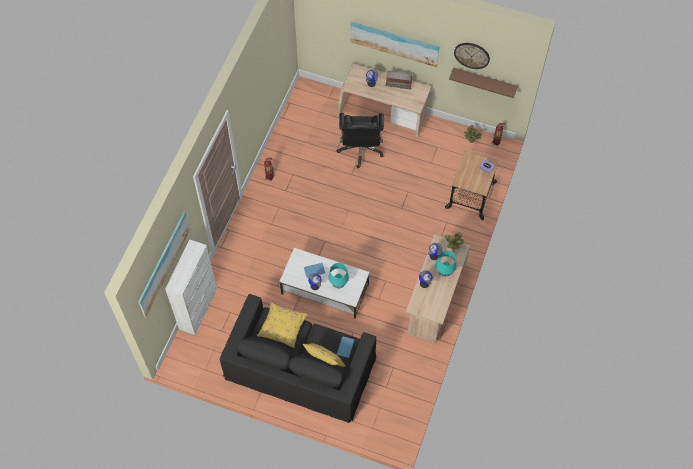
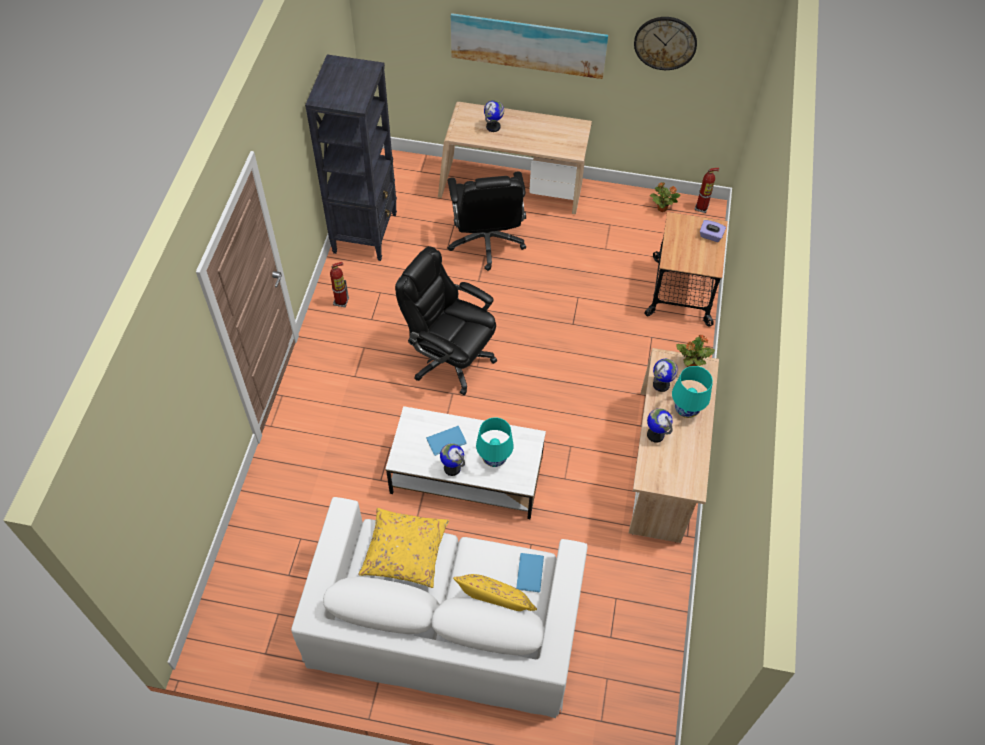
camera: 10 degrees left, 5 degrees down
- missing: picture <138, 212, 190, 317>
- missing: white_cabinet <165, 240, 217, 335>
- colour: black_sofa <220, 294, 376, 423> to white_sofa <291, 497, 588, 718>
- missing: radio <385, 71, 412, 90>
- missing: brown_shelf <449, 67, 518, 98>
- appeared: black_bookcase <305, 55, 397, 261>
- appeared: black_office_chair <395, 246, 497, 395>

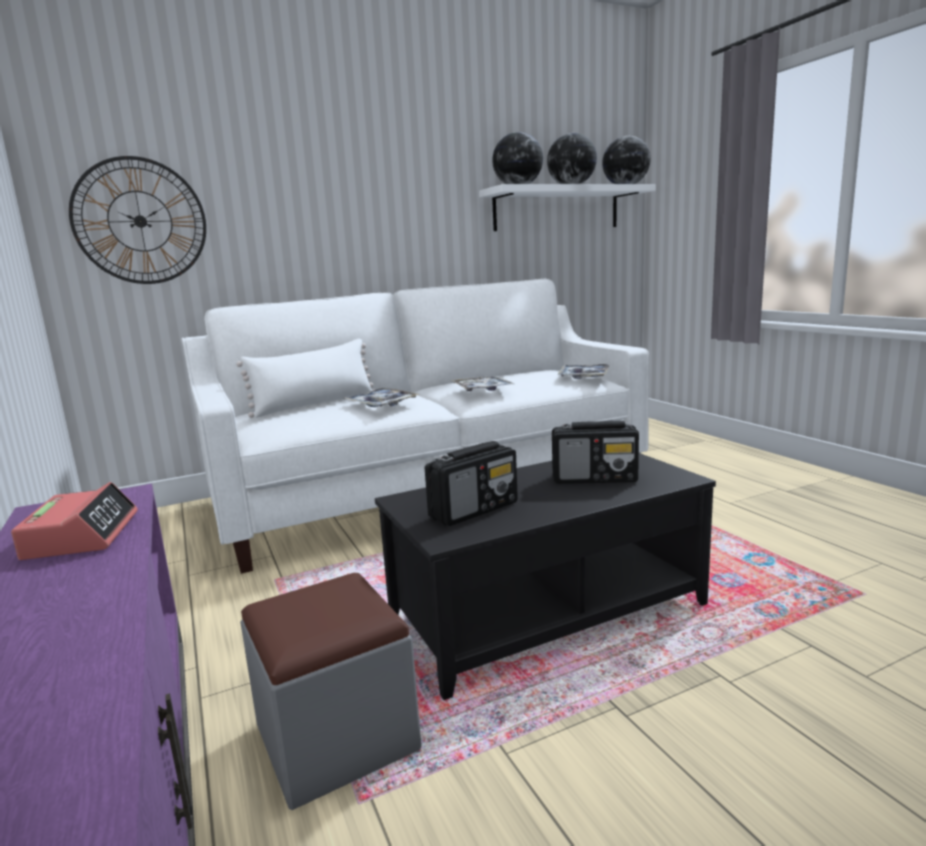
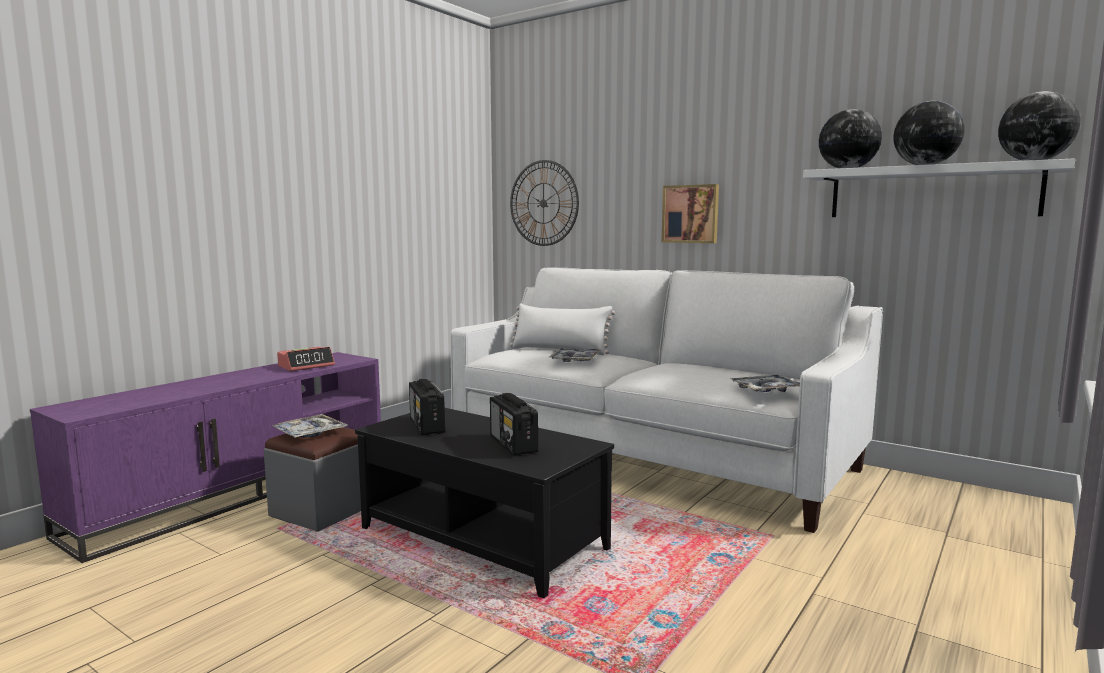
camera: 60 degrees right, 5 degrees down
- spun: radio <425, 441, 518, 526> = <409, 379, 445, 435> 45 degrees clockwise
- relocated: tray <451, 376, 515, 391> to <272, 414, 348, 438>
- appeared: picture <662, 184, 719, 243>

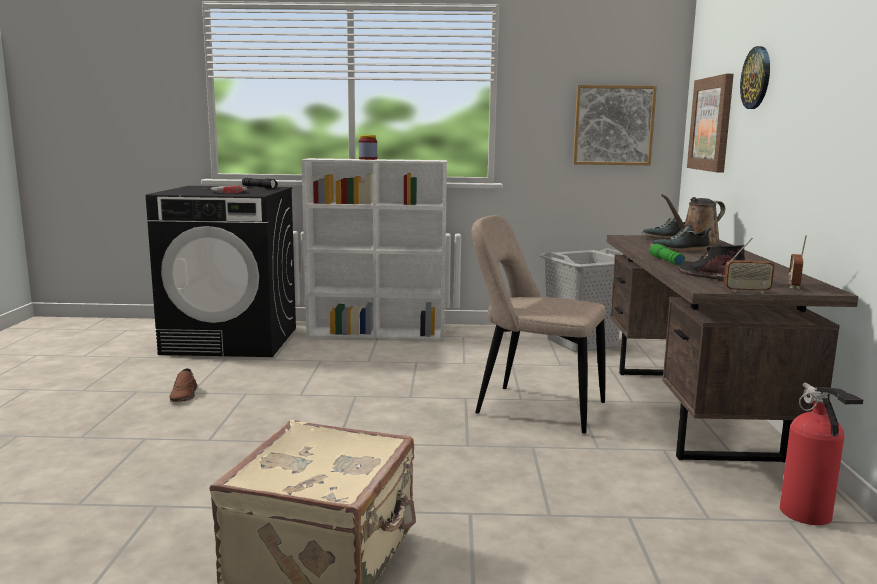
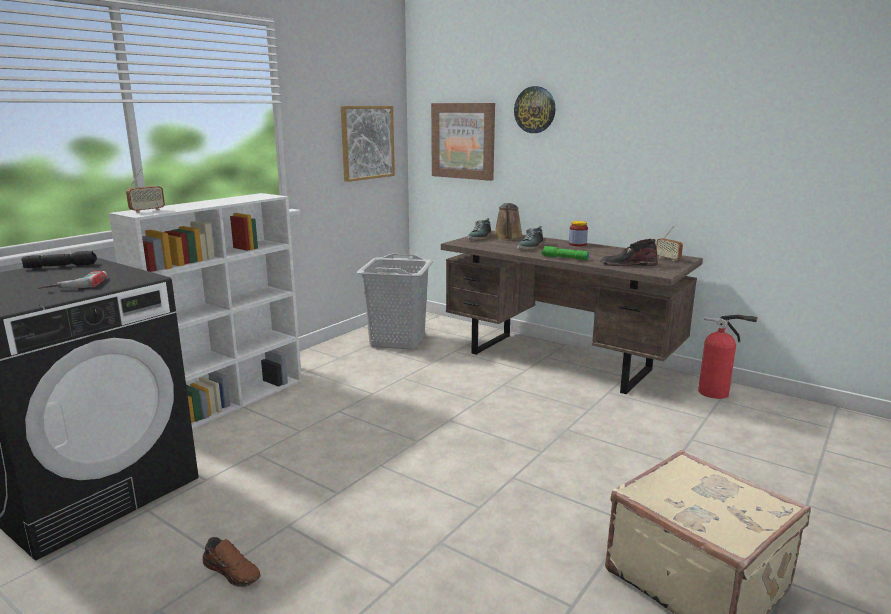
camera: 55 degrees left, 5 degrees up
- relocated: jar <359, 135, 377, 160> to <569, 221, 588, 246>
- missing: beige_chair <472, 215, 606, 434>
- relocated: radio <724, 238, 775, 293> to <126, 169, 165, 213>

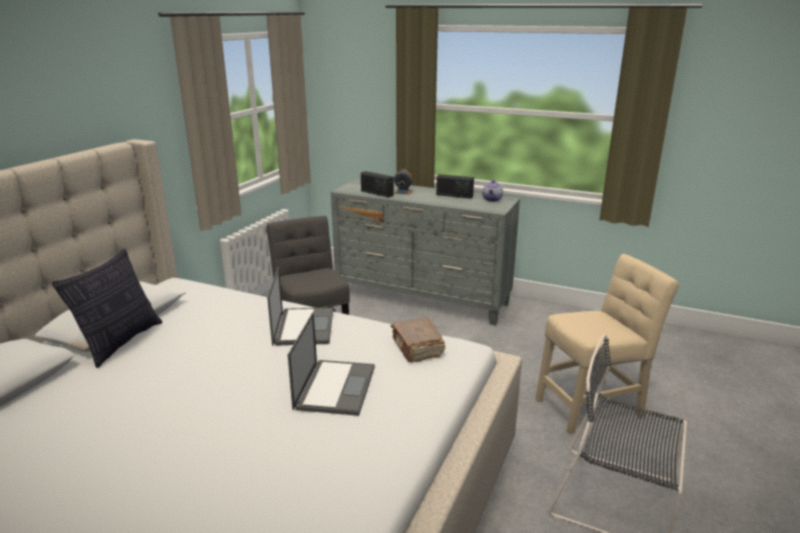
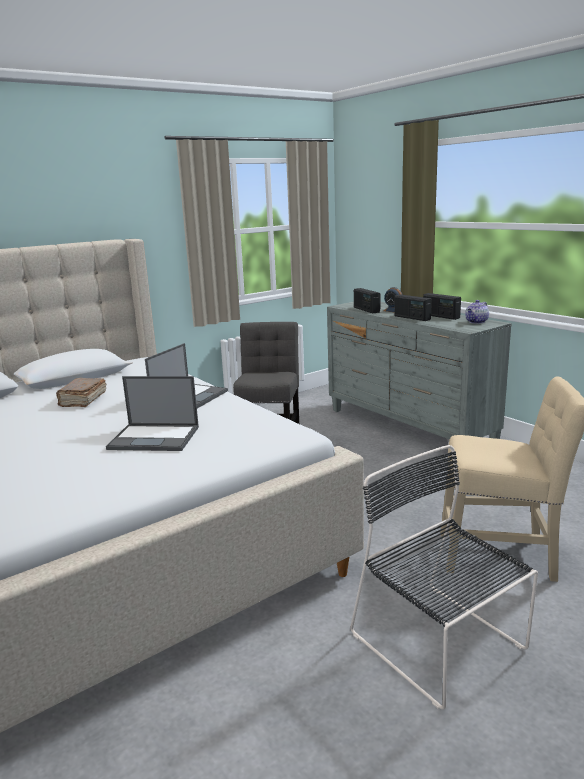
camera: 30 degrees right, 5 degrees down
- missing: pillow <52, 248, 162, 368>
- spun: laptop <288, 312, 375, 416> = <106, 376, 199, 451> 60 degrees clockwise
- relocated: brown_book <391, 318, 445, 363> to <56, 378, 106, 407>
- appeared: radio <395, 295, 432, 321>

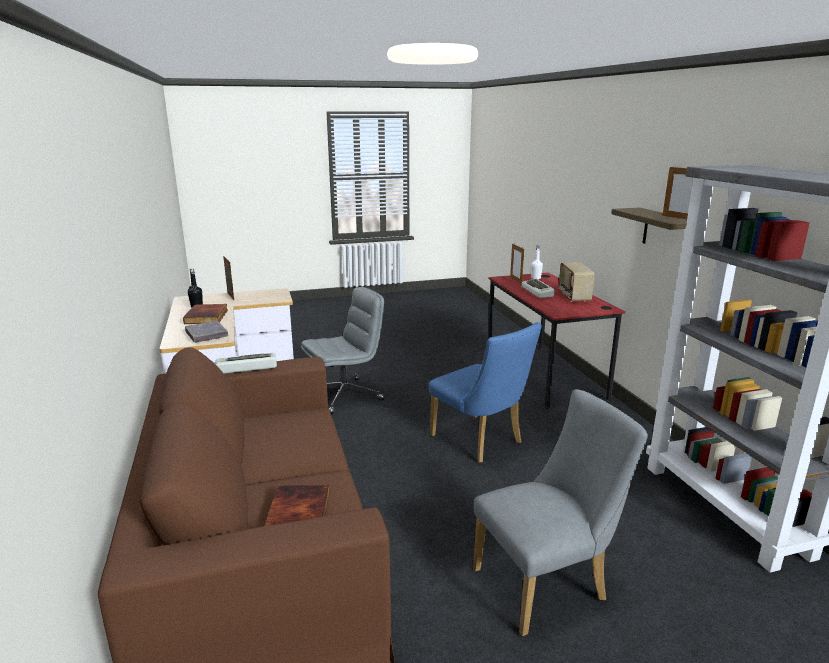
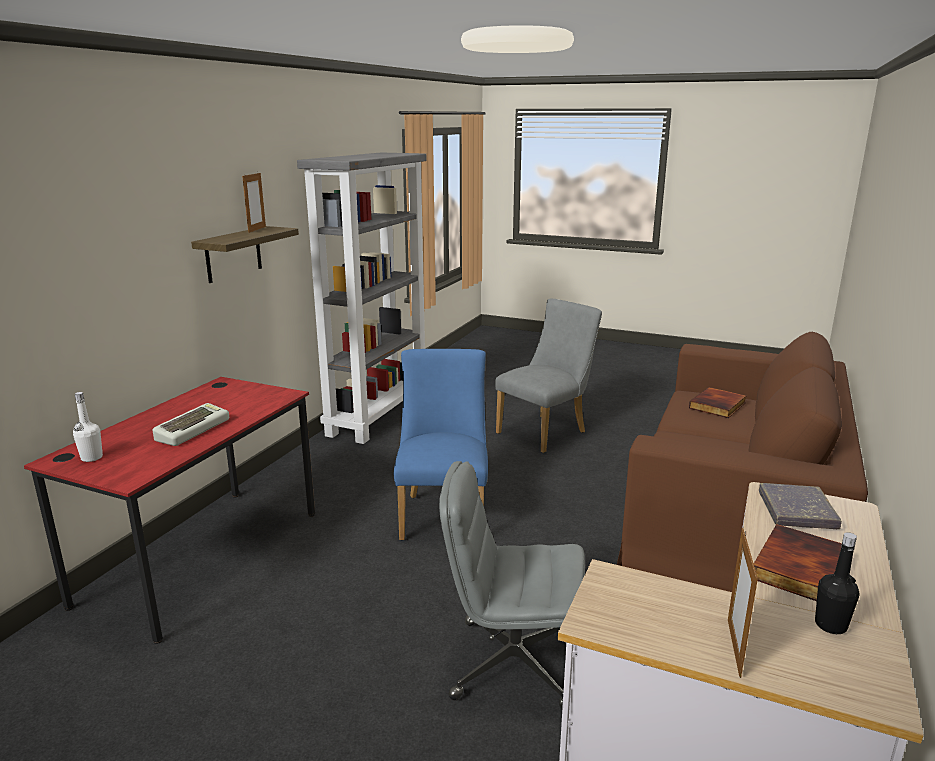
camera: 140 degrees left, 0 degrees up
- missing: keyboard <215, 353, 277, 374>
- spun: grey_chair <473, 389, 648, 636> = <495, 299, 602, 453> 120 degrees clockwise
- missing: picture_frame <510, 244, 524, 284>
- missing: radio <559, 262, 595, 302>

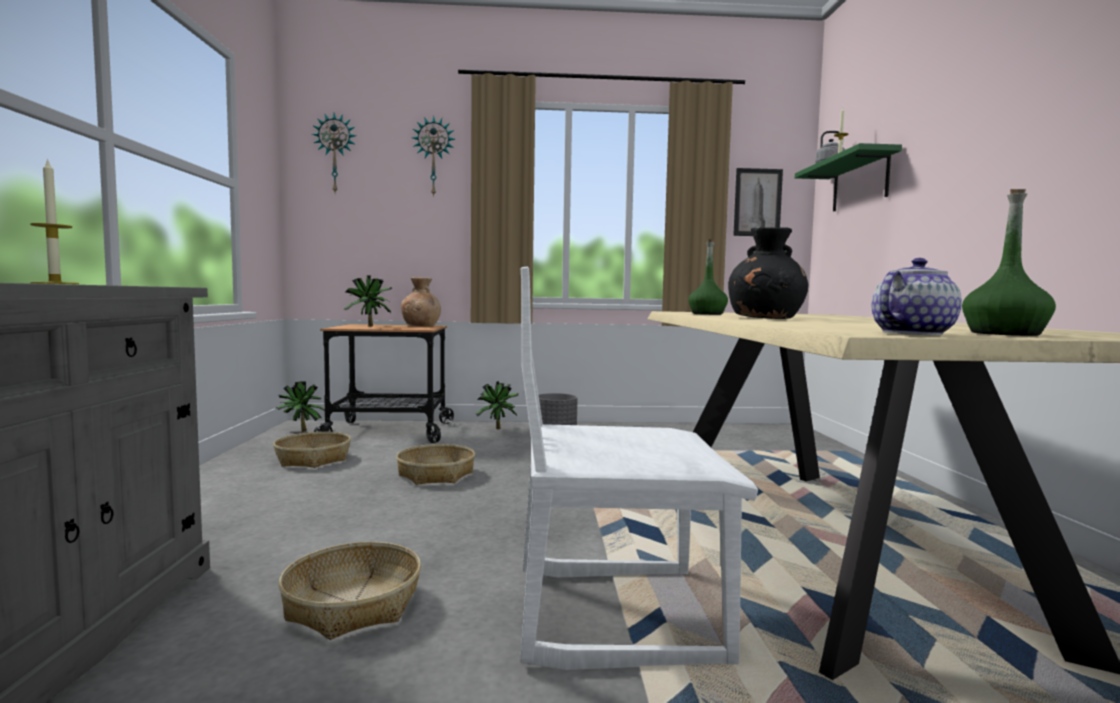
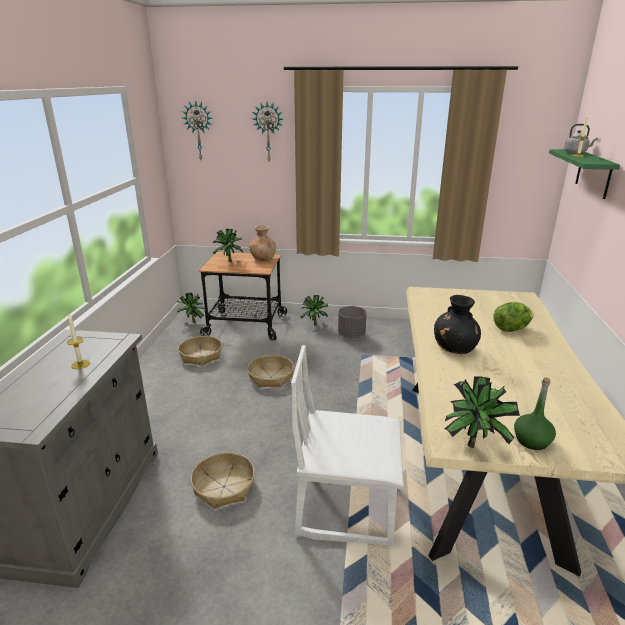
camera: 10 degrees right, 20 degrees up
- missing: green_bottle <688, 239, 728, 315>
- missing: picture <733, 168, 783, 236>
- exchanged: teapot <872, 258, 962, 335> to potted_plant <444, 376, 520, 448>
- appeared: lettuce <493, 302, 533, 332>

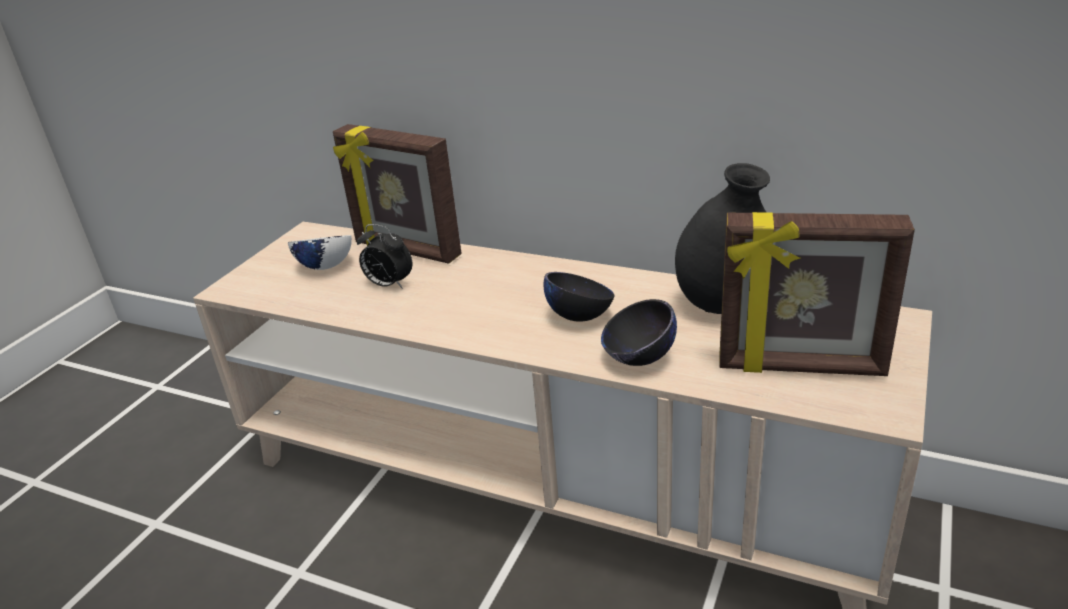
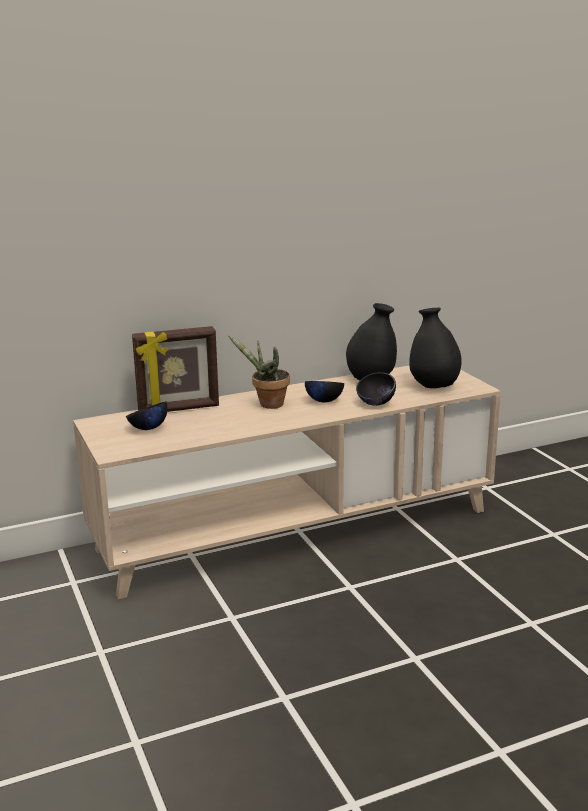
camera: 50 degrees left, 10 degrees down
- colour: white_bowl <288, 235, 352, 270> to black_bowl <126, 402, 168, 430>
- missing: alarm_clock <357, 224, 412, 289>
- exchanged: picture_frame <720, 212, 915, 376> to black_vase <409, 307, 462, 388>
- appeared: potted_plant <228, 335, 290, 409>

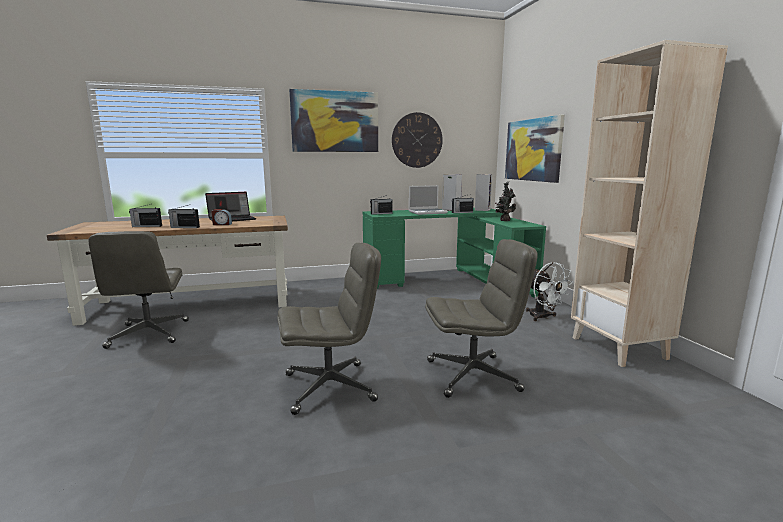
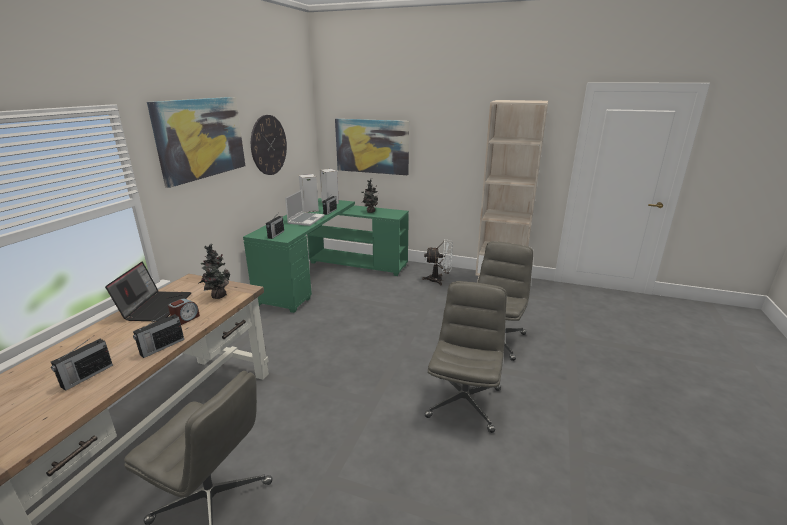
camera: 55 degrees left, 10 degrees up
- appeared: potted_plant <199, 243, 230, 299>

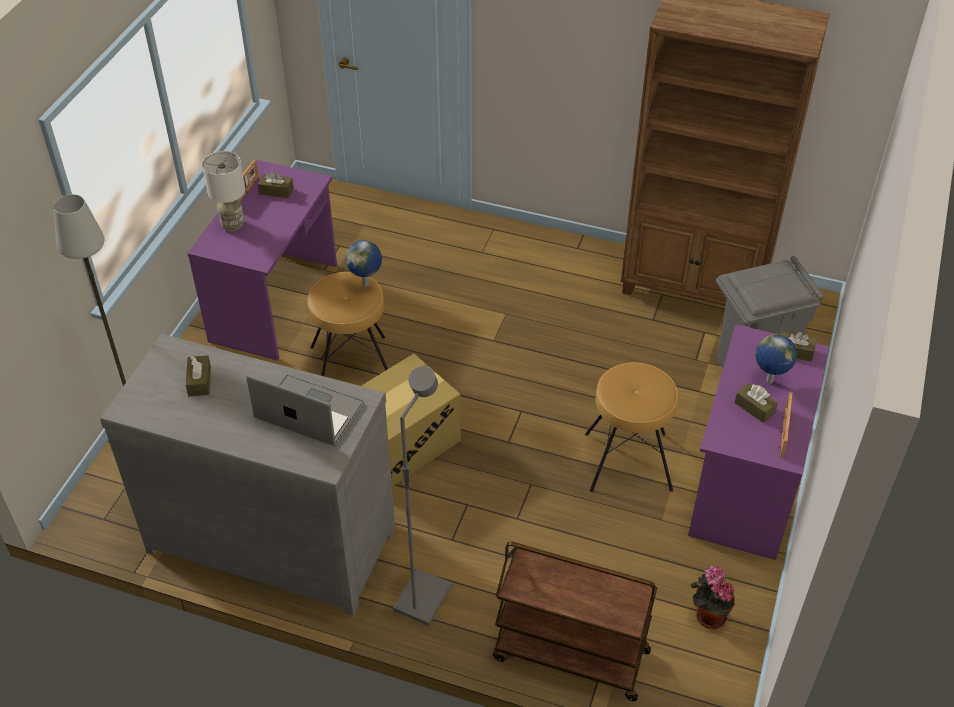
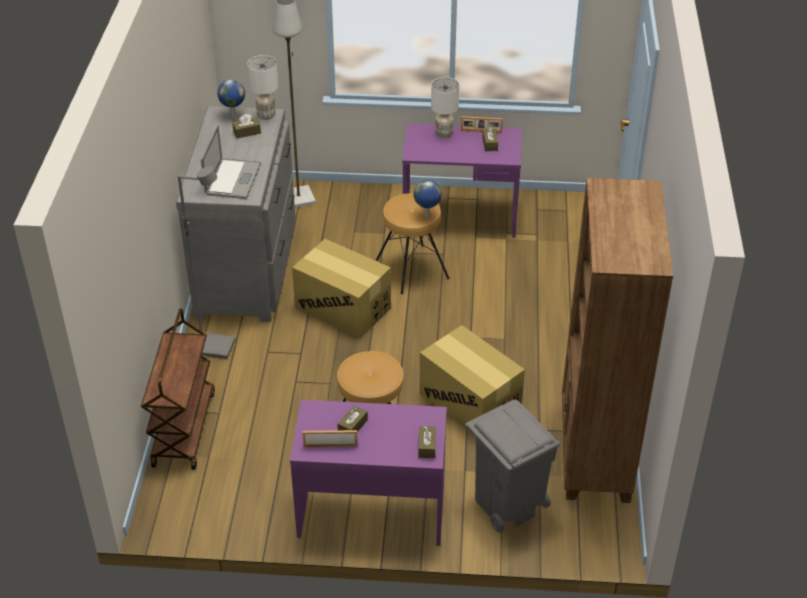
camera: 75 degrees right, 5 degrees down
- missing: potted_plant <691, 566, 735, 629>
- relocated: globe <755, 334, 797, 383> to <217, 79, 245, 117>
- appeared: white_table_lamp <247, 55, 278, 120>
- appeared: cardboard_box <419, 325, 525, 437>

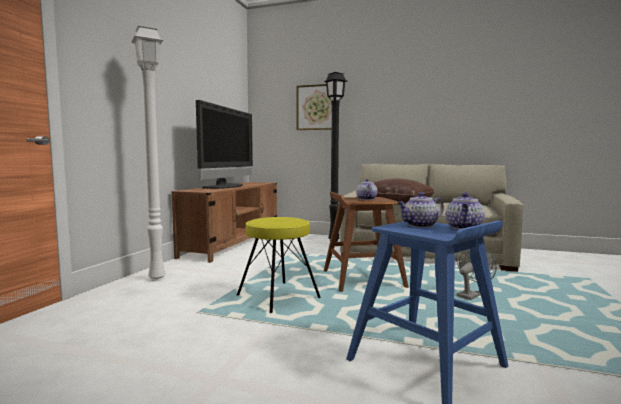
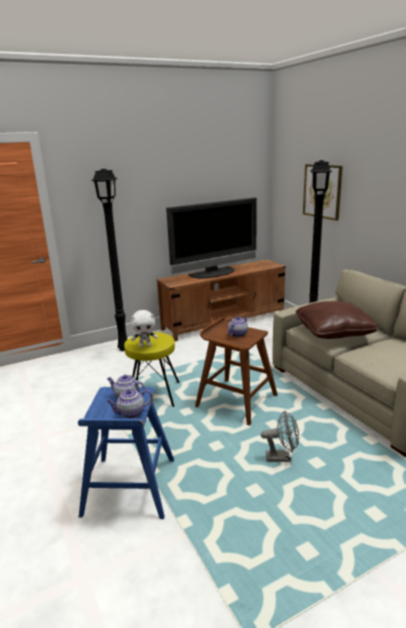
camera: 45 degrees right, 15 degrees up
- colour: white_floor_lamp <131, 26, 166, 281> to black_floor_lamp <91, 169, 128, 351>
- appeared: white_plush_toy <131, 310, 158, 348>

